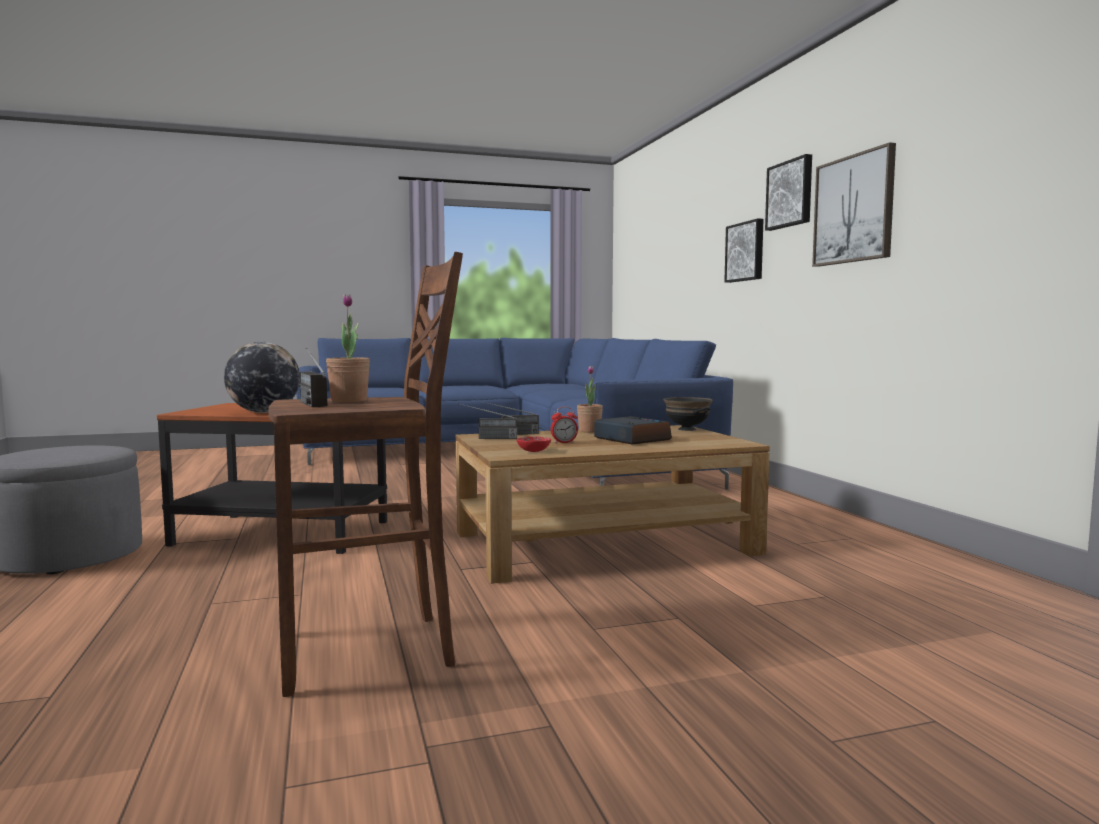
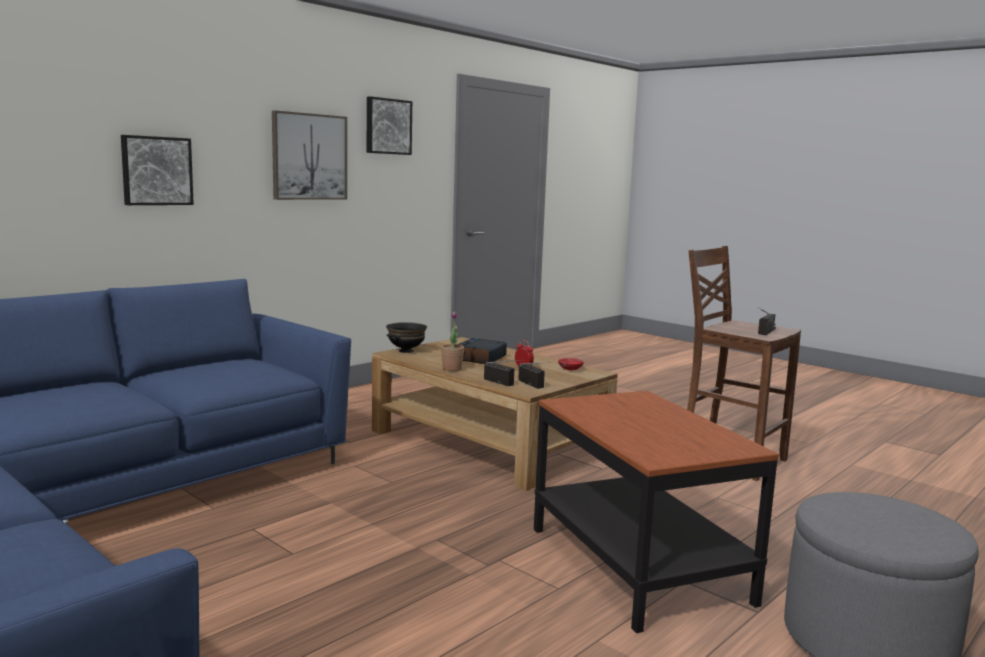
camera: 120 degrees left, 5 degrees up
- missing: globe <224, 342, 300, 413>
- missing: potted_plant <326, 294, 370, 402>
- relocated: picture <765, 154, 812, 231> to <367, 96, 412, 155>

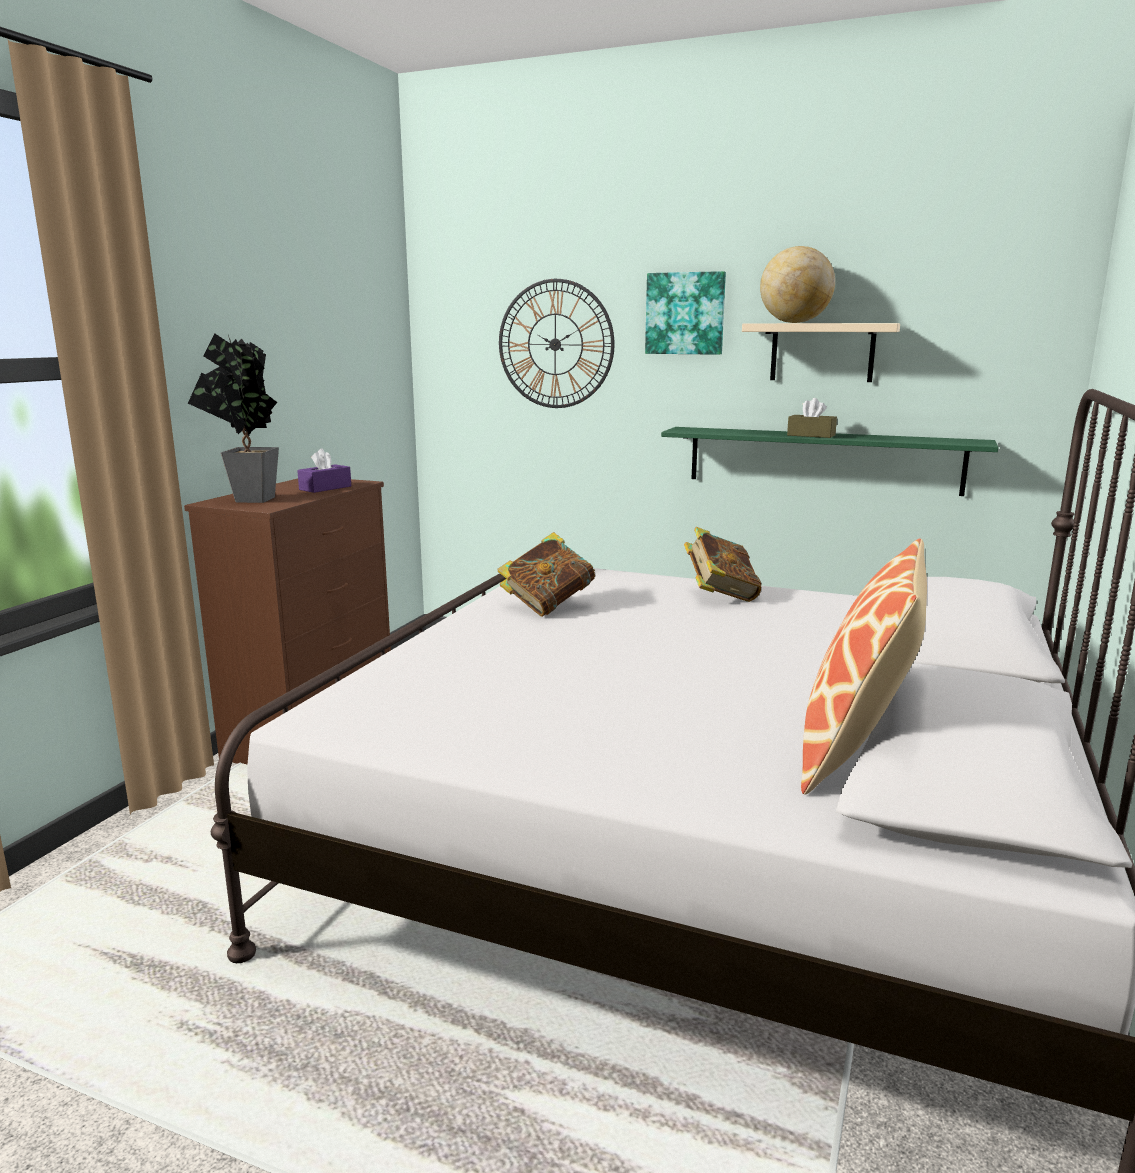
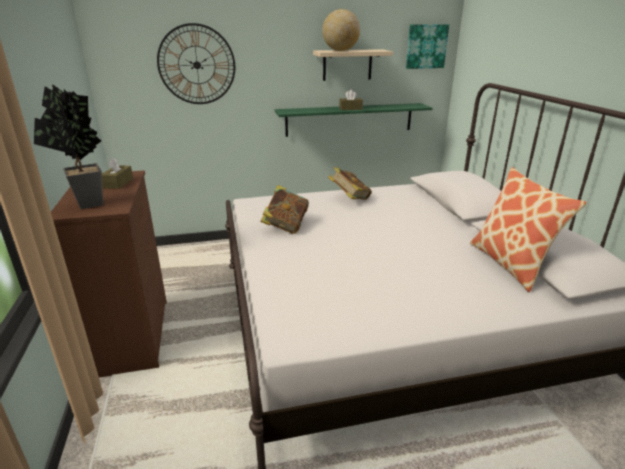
camera: 35 degrees left, 10 degrees up
- colour: purple_tissue_box <297, 448, 351, 493> to brown_tissue_box <102, 157, 133, 189>
- relocated: picture <645, 271, 726, 355> to <406, 24, 449, 69>

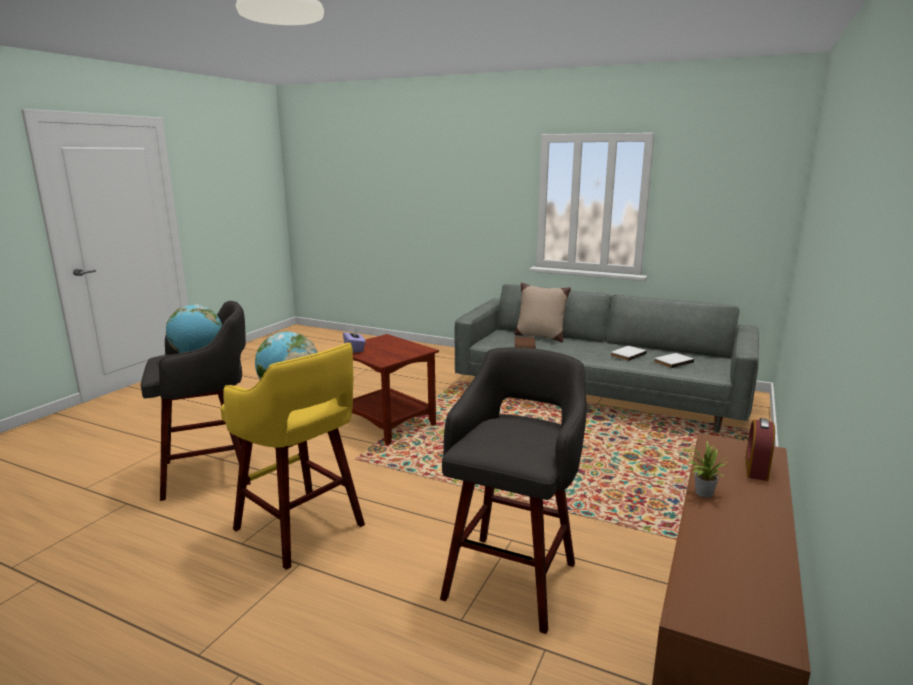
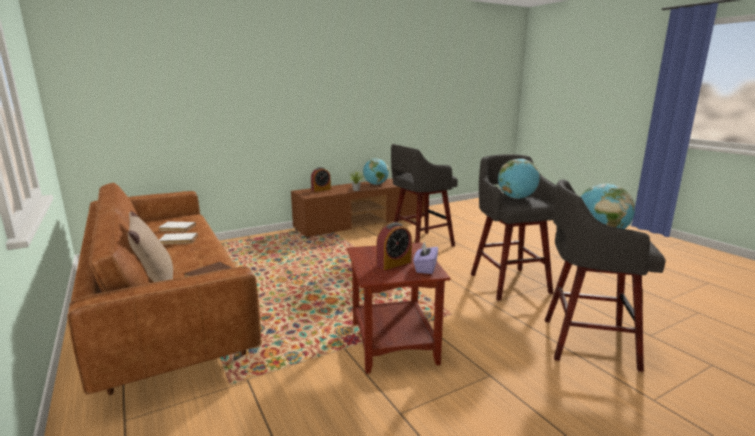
camera: 145 degrees left, 0 degrees up
- colour: yellow_stool <220, 343, 365, 570> to grey_stool <471, 154, 556, 301>
- colour: grey_sofa <455, 284, 759, 432> to brown_sofa <67, 182, 261, 395>
- appeared: globe <363, 158, 389, 185>
- appeared: alarm_clock <376, 222, 412, 270>

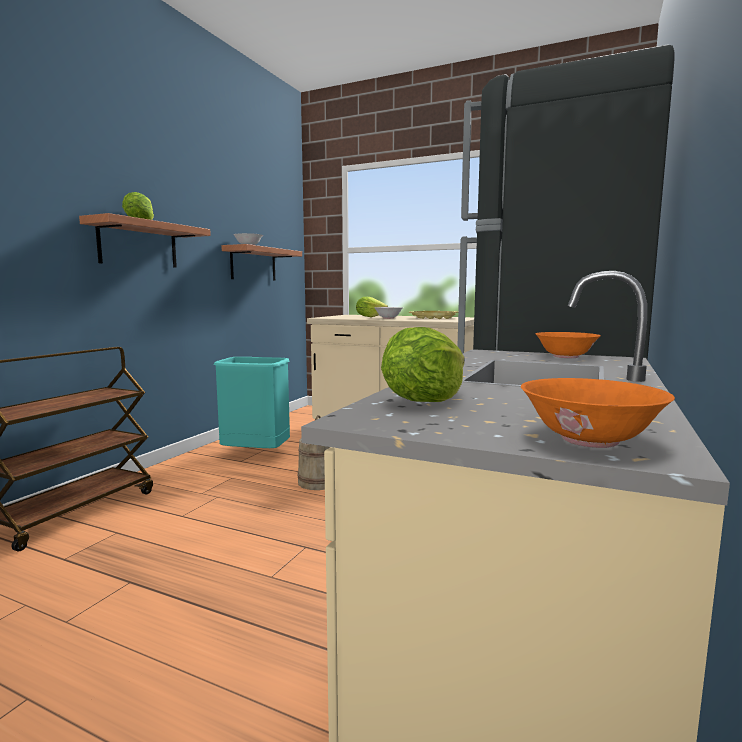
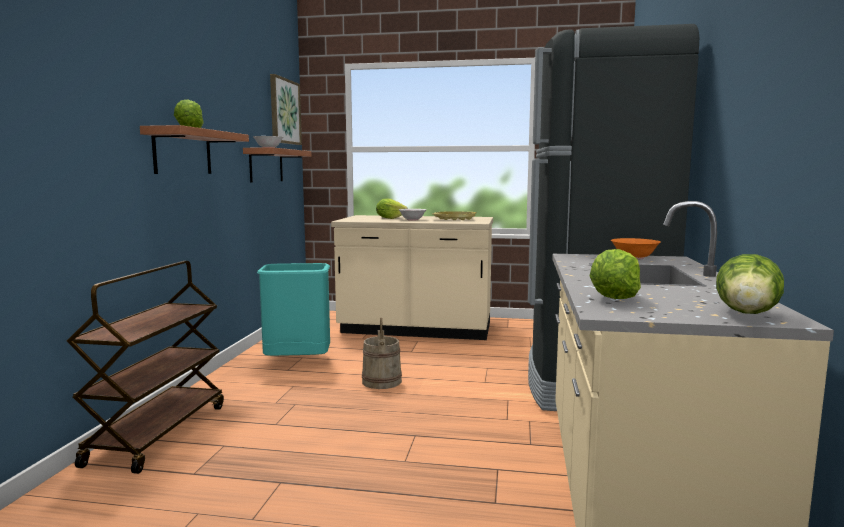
camera: 15 degrees left, 0 degrees up
- exchanged: orange_bowl <521, 378, 675, 448> to lettuce <716, 254, 784, 314>
- appeared: picture <270, 74, 302, 145>

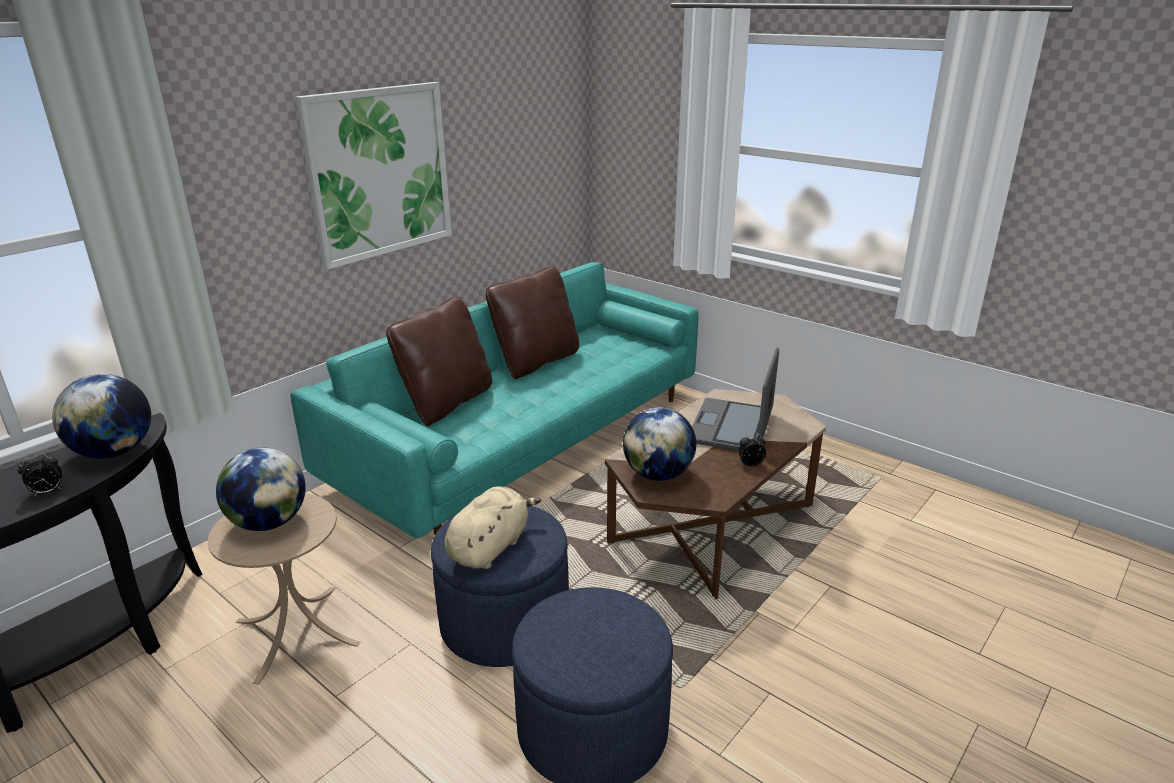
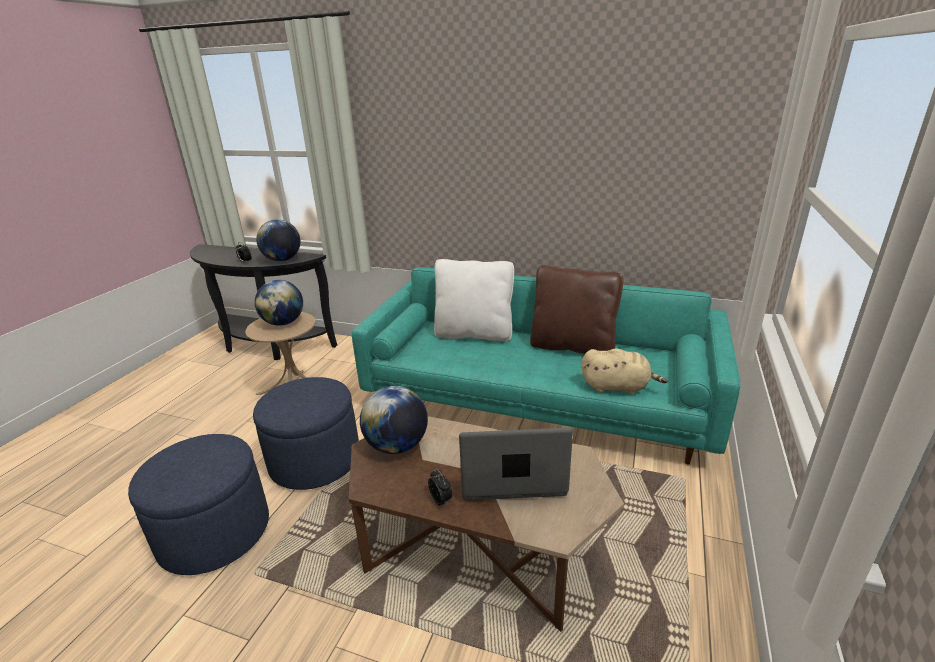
camera: 70 degrees right, 0 degrees up
- missing: picture <295, 82, 452, 270>
- colour: brown_pillow <386, 297, 492, 426> to white_pillow <434, 259, 514, 341>
- relocated: beige_plush_toy <445, 486, 541, 569> to <581, 348, 667, 395>

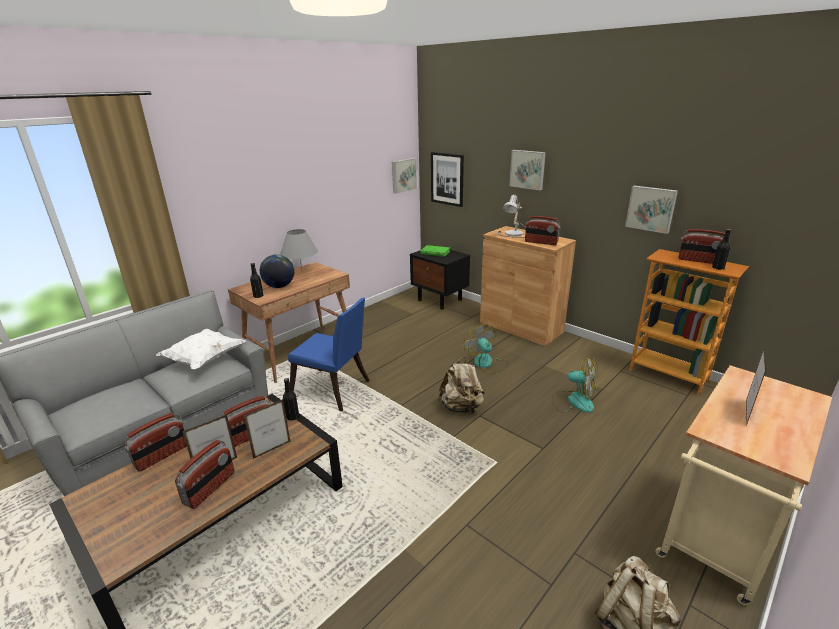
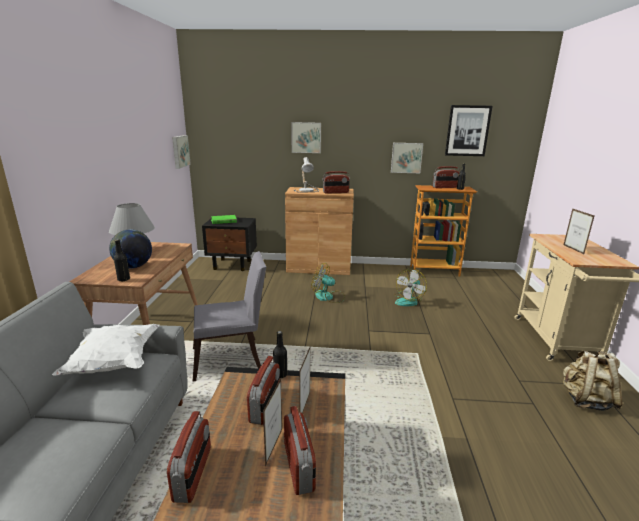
camera: 40 degrees left, 5 degrees down
- colour: blue_chair <288, 298, 370, 412> to grey_chair <193, 251, 266, 382>
- relocated: picture <431, 152, 464, 207> to <445, 105, 493, 156>
- missing: beige_backpack <438, 357, 485, 414>
- spun: fan <552, 356, 598, 413> = <394, 268, 427, 306> 135 degrees clockwise

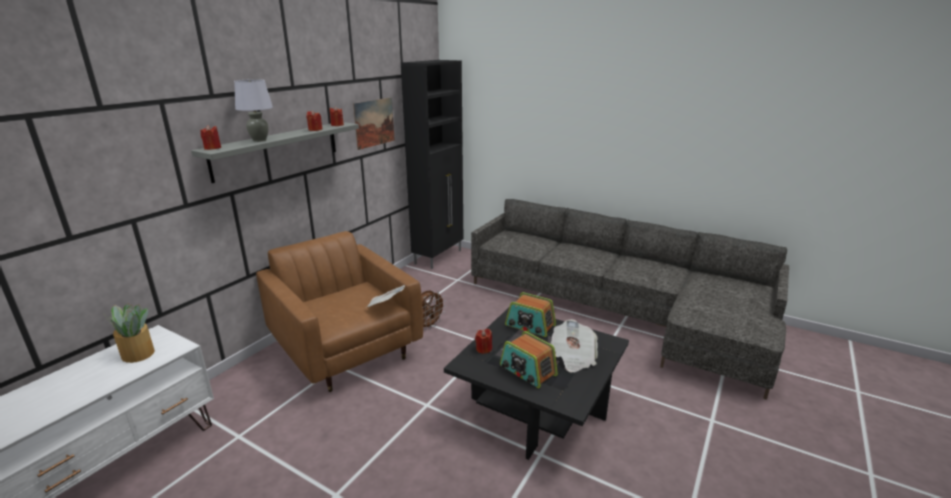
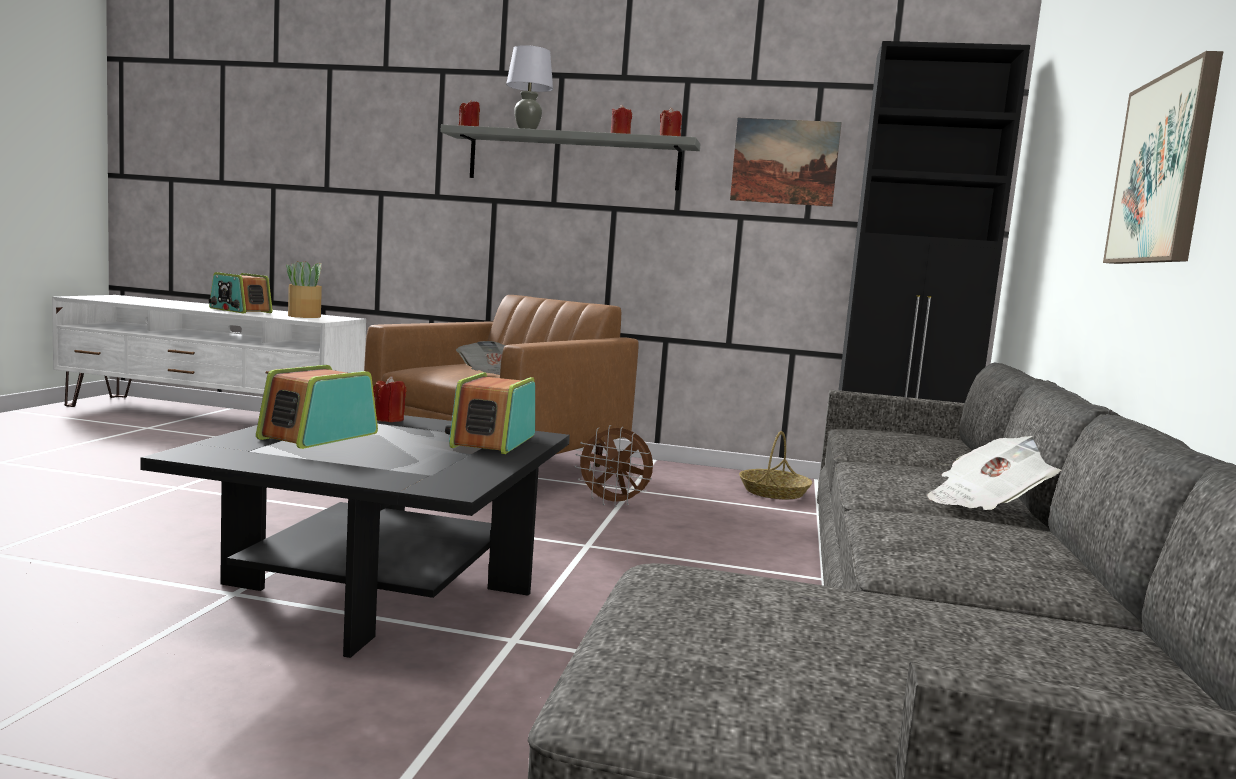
camera: 70 degrees right, 15 degrees down
- relocated: newspaper <550, 319, 598, 373> to <927, 436, 1061, 510>
- appeared: radio <208, 272, 273, 313>
- appeared: basket <739, 431, 812, 499>
- appeared: picture <1103, 51, 1224, 264>

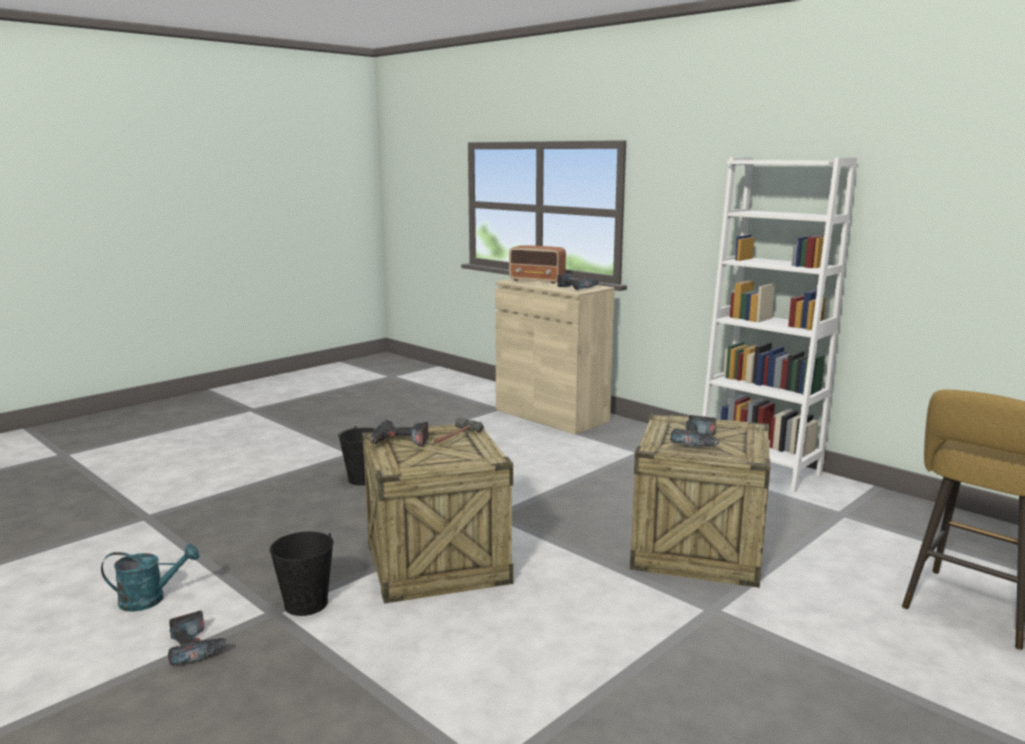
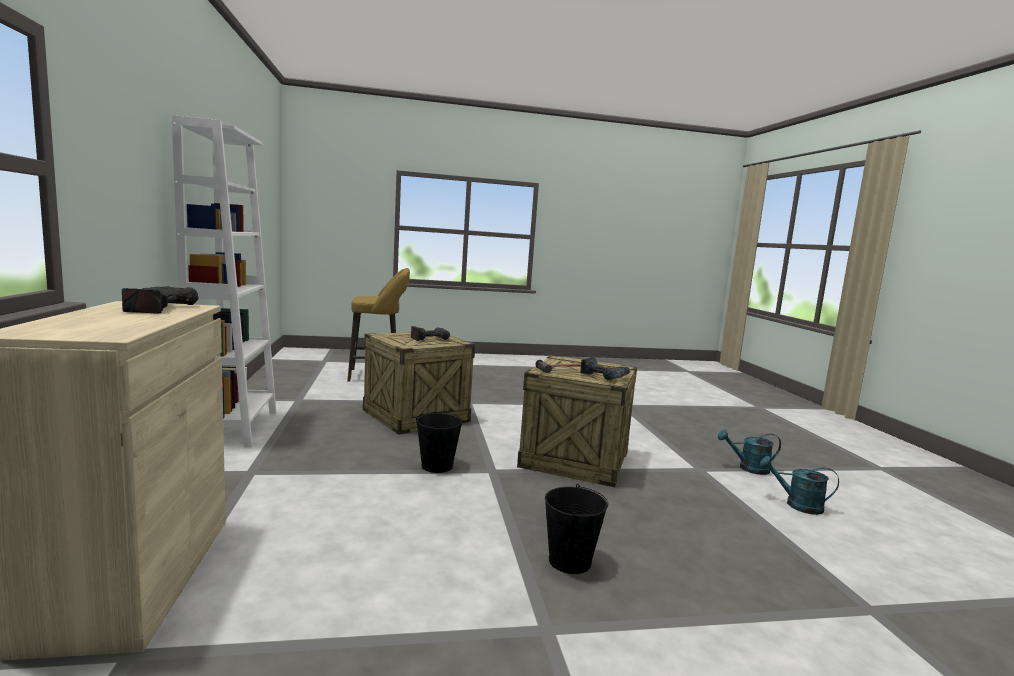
camera: 145 degrees left, 5 degrees down
- exchanged: power_drill <168, 610, 231, 666> to turquoise_watering_can <718, 429, 781, 475>
- relocated: black_bucket <270, 531, 334, 616> to <416, 412, 463, 473>
- missing: radio <509, 245, 566, 283>

